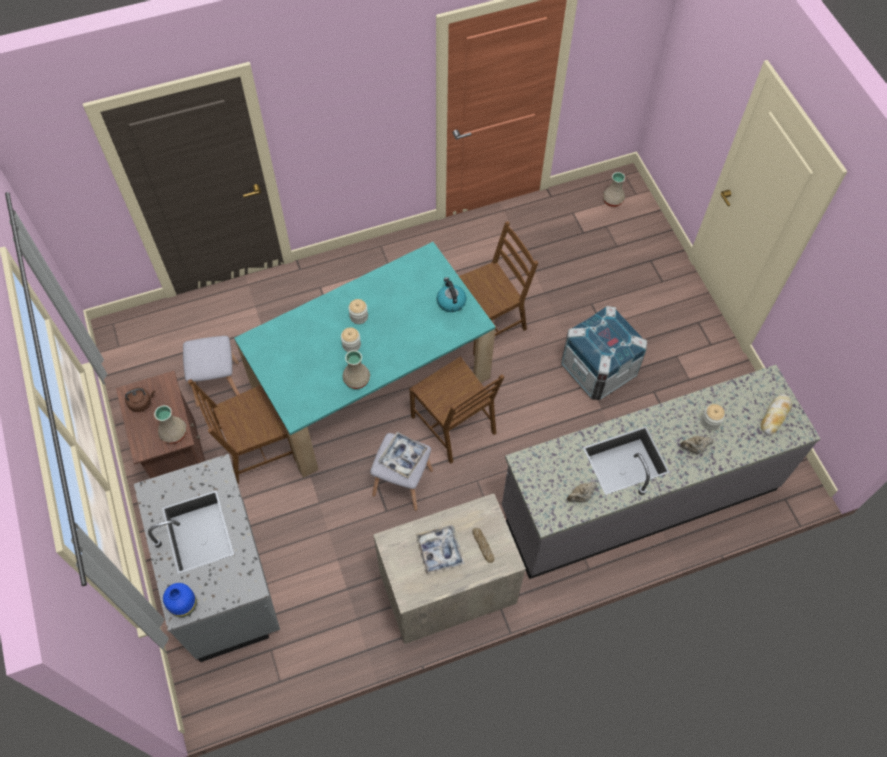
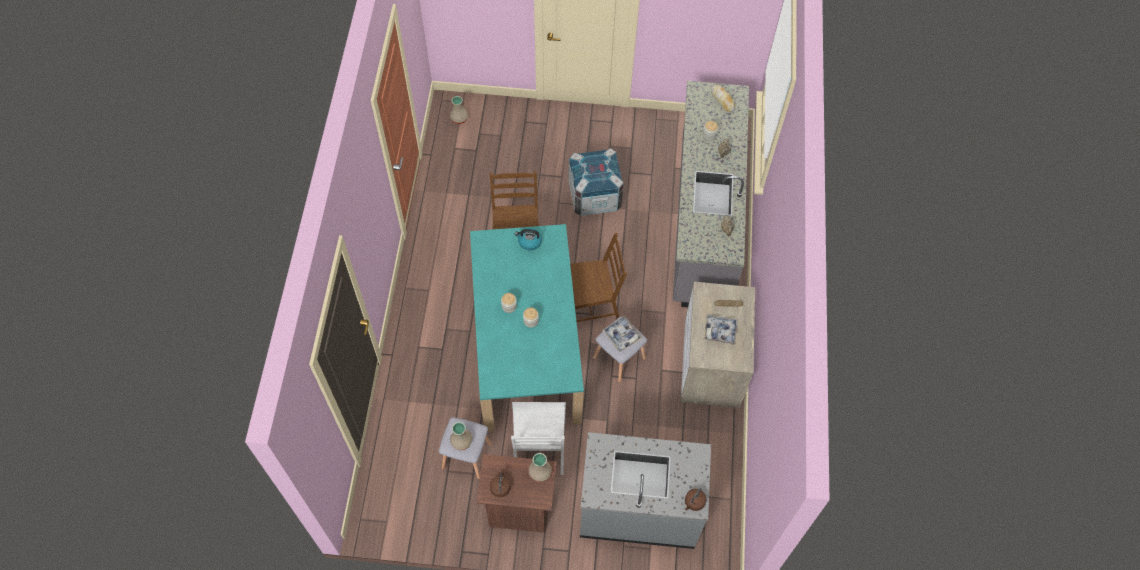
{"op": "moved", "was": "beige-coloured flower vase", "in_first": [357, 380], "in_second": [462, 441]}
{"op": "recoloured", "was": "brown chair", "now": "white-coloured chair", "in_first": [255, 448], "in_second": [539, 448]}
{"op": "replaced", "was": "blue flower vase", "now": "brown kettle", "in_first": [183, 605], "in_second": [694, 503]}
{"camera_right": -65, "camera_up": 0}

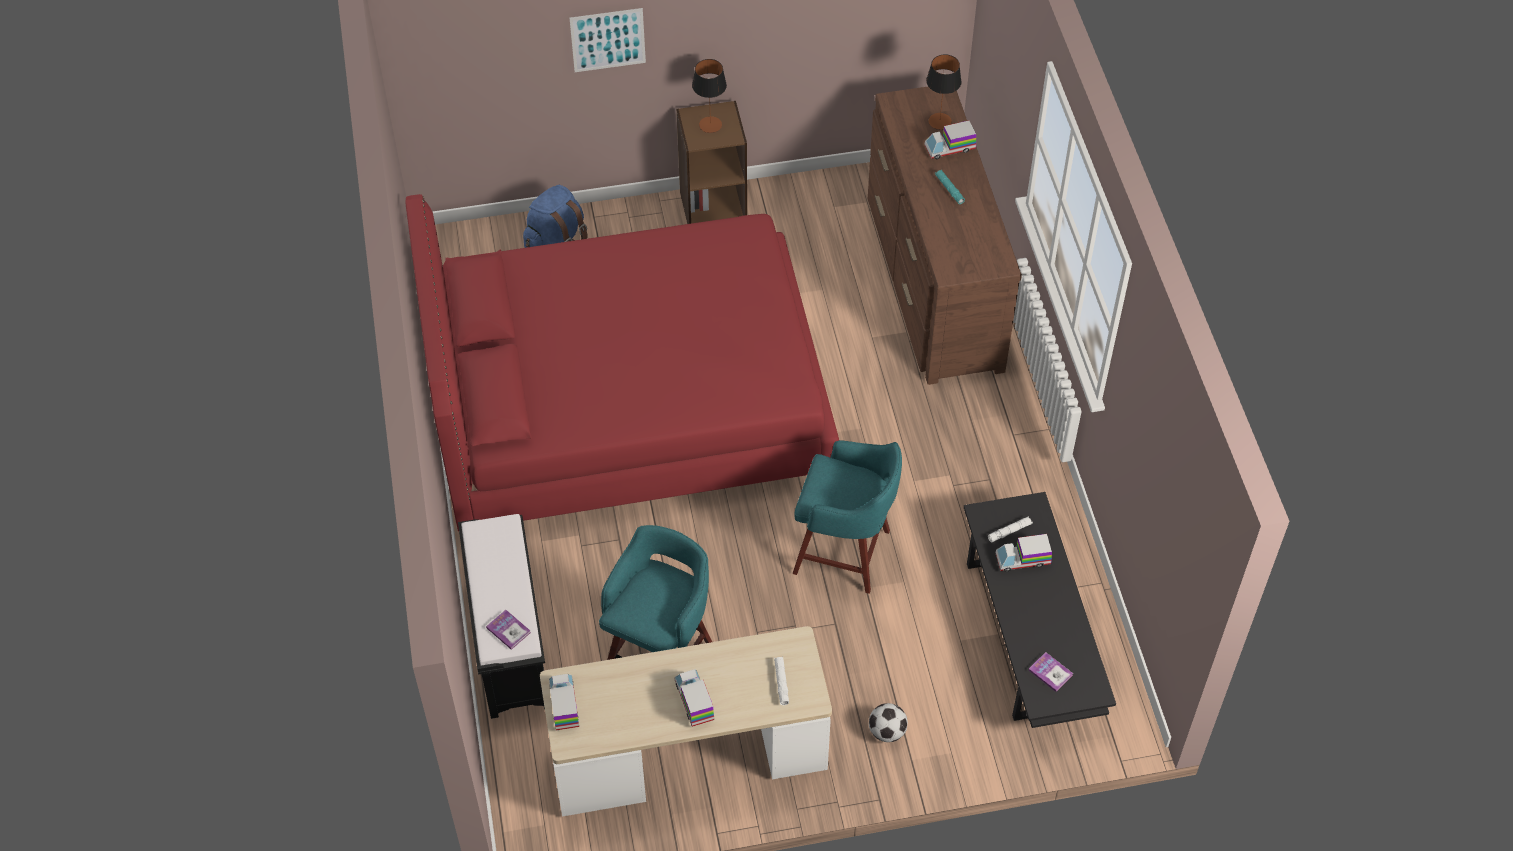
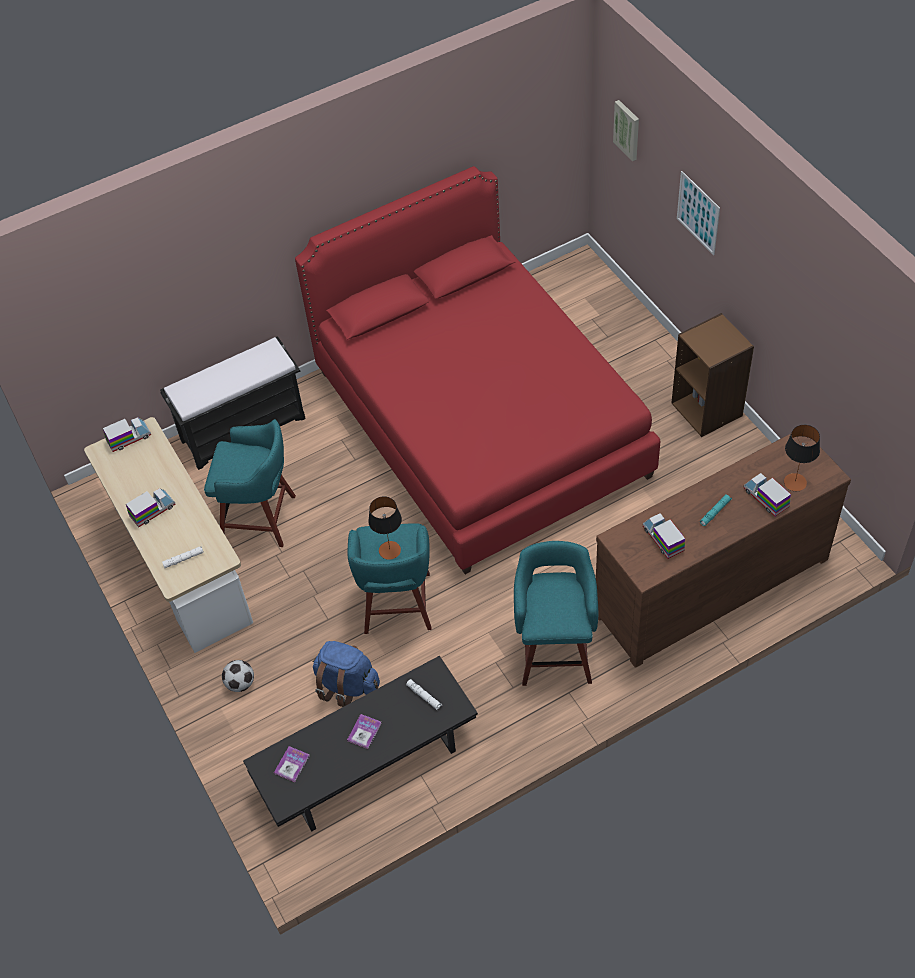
{"op": "moved", "was": "table lamp", "in_first": [710, 124], "in_second": [389, 550]}
{"op": "moved", "was": "blue knapsack", "in_first": [556, 241], "in_second": [346, 685]}
{"op": "moved", "was": "model truck", "in_first": [1022, 560], "in_second": [663, 539]}
{"op": "moved", "was": "bound book", "in_first": [508, 630], "in_second": [364, 732]}
{"op": "added", "now": "picture", "in_second": [627, 129]}
{"op": "added", "now": "blue-green stool", "in_second": [555, 651]}
{"camera_right": 75, "camera_up": 0}

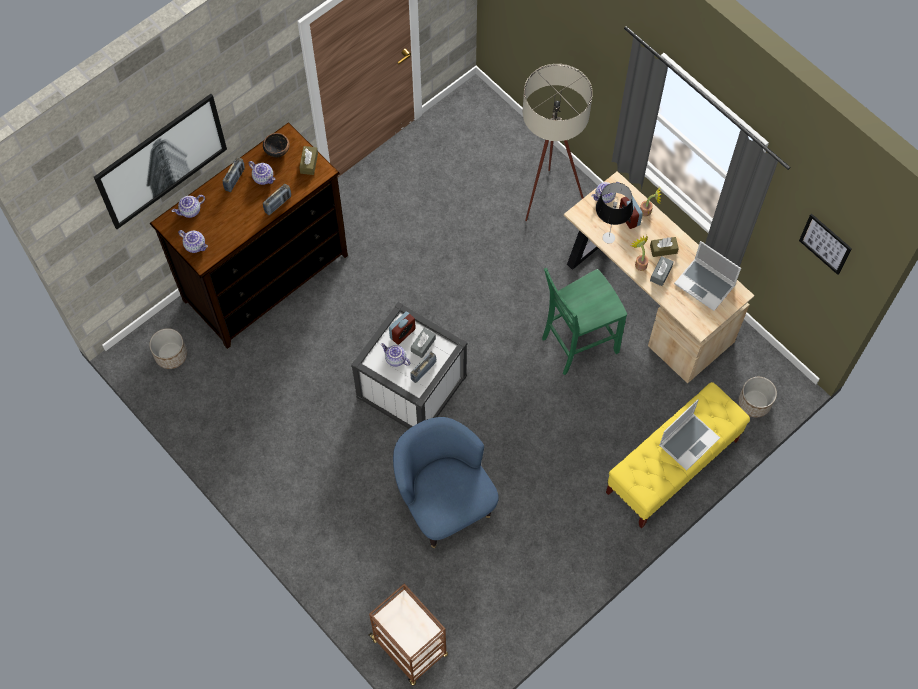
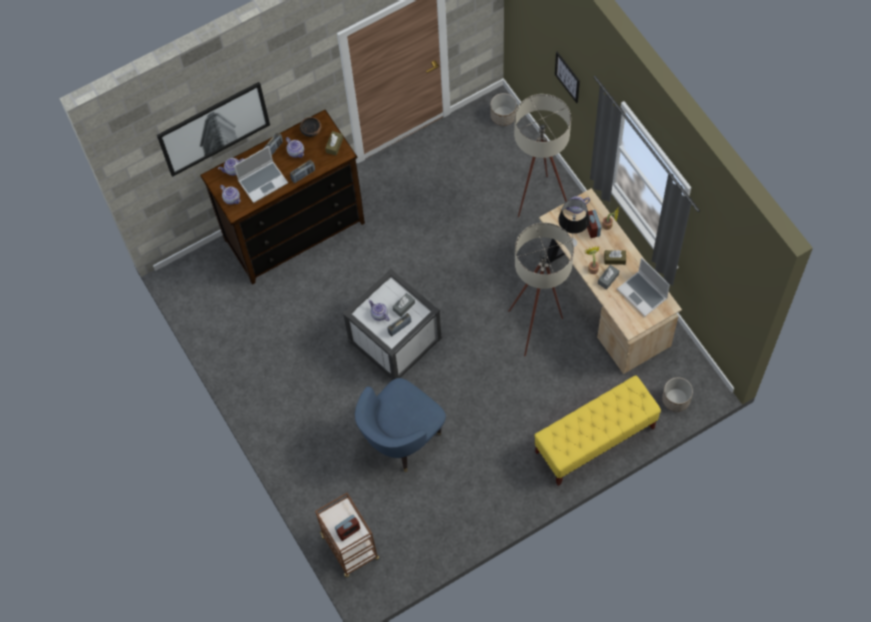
{"op": "moved", "was": "picture", "in_first": [825, 243], "in_second": [567, 77]}
{"op": "replaced", "was": "green chair", "now": "beige-coloured standing lamp", "in_first": [577, 344], "in_second": [538, 326]}
{"op": "moved", "was": "alarm clock", "in_first": [402, 333], "in_second": [348, 531]}
{"op": "moved", "was": "flower pot", "in_first": [170, 355], "in_second": [503, 116]}
{"op": "moved", "was": "laptop", "in_first": [688, 441], "in_second": [263, 181]}
{"op": "turned", "was": "blue lounge chair", "in_first": [444, 502], "in_second": [401, 438], "clockwise": -120}
{"camera_right": 15, "camera_up": 0}

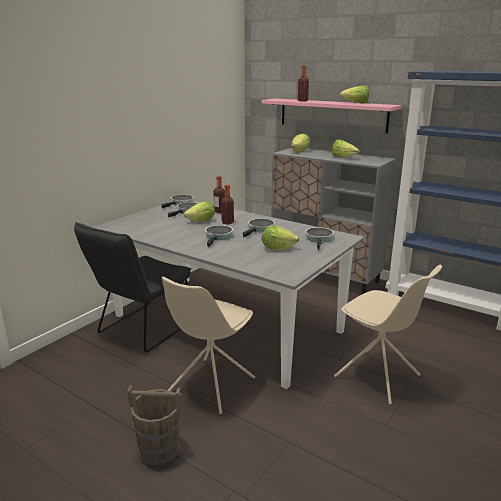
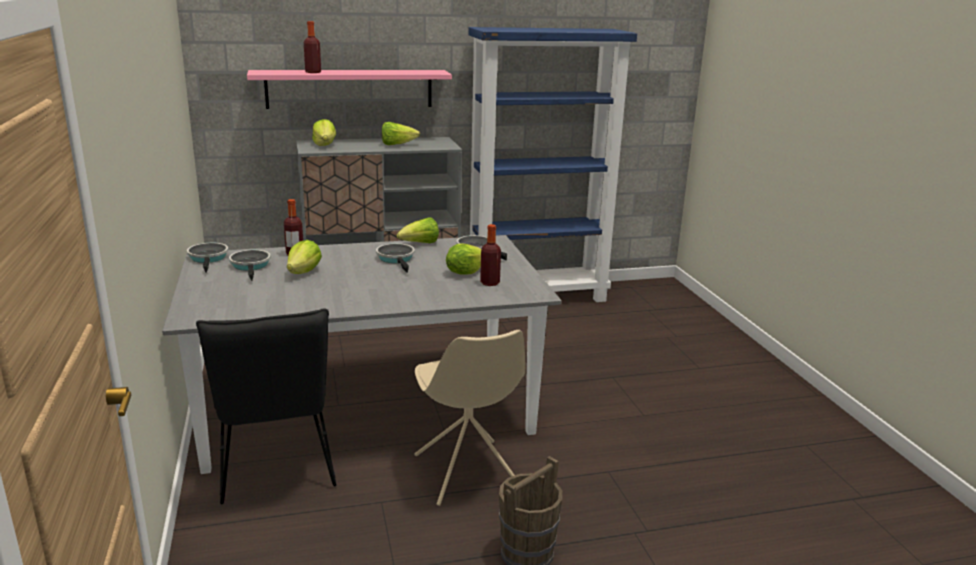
{"op": "moved", "was": "lettuce", "in_first": [356, 103], "in_second": [420, 244]}
{"op": "moved", "was": "beverage bottle", "in_first": [227, 222], "in_second": [490, 283]}
{"op": "removed", "was": "frying pan", "in_first": [218, 236]}
{"op": "removed", "was": "beige-coloured chair", "in_first": [378, 377]}
{"camera_right": -50, "camera_up": 0}

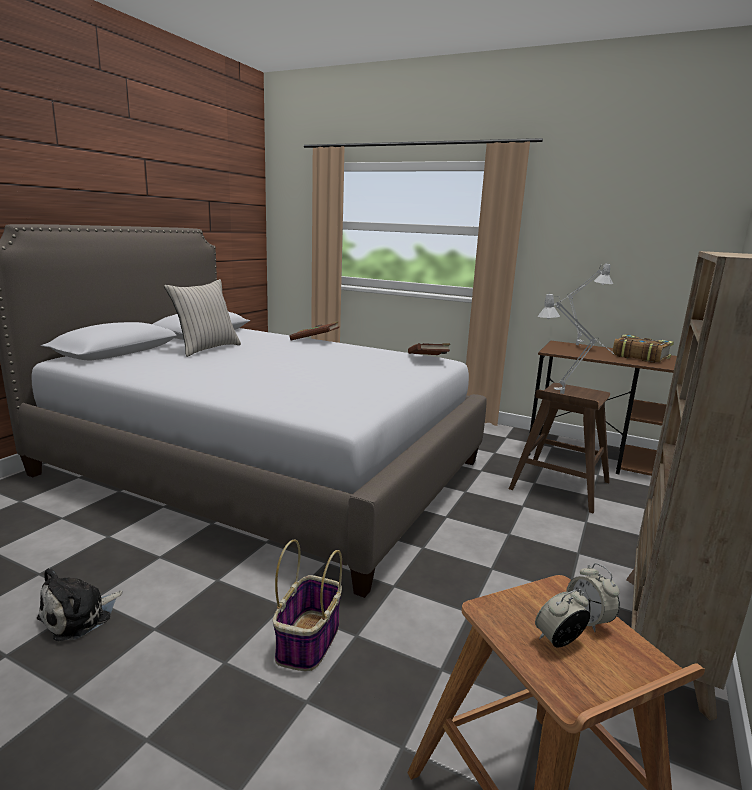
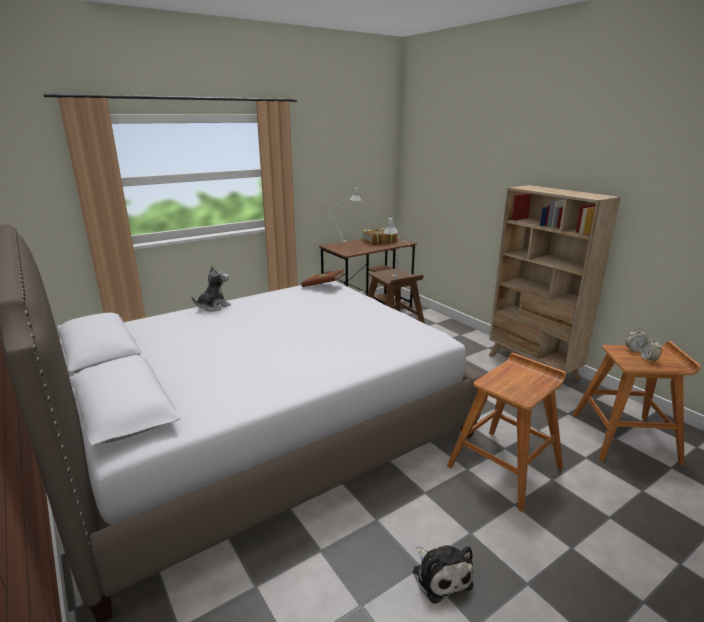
{"op": "removed", "was": "beige-coloured throw pillow", "in_first": [206, 349]}
{"op": "replaced", "was": "brown bound book", "now": "cuddly toy", "in_first": [314, 340], "in_second": [213, 306]}
{"op": "replaced", "was": "basket", "now": "brown stool", "in_first": [308, 642], "in_second": [505, 467]}
{"camera_right": -60, "camera_up": 5}

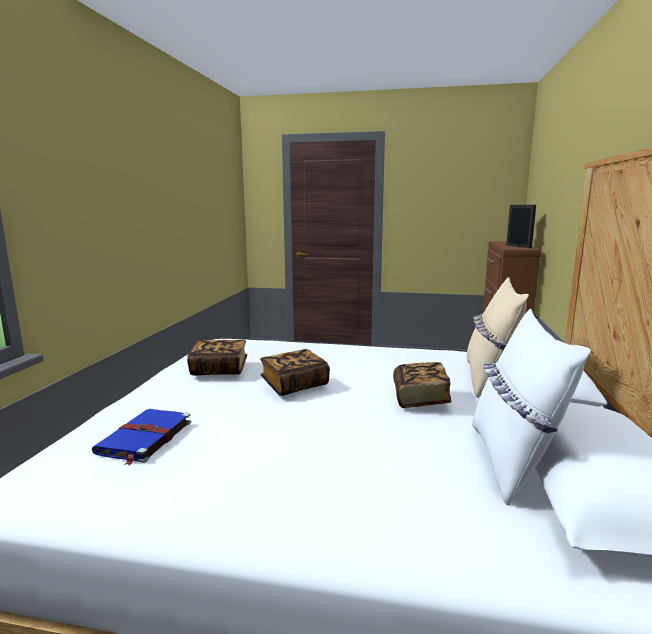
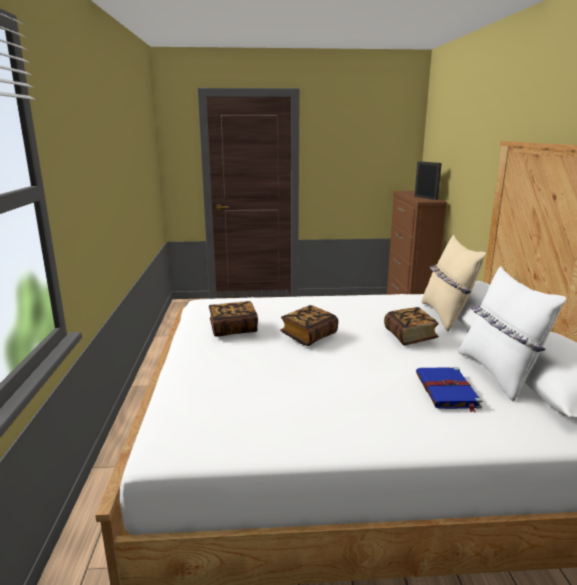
{"op": "moved", "was": "blue bound book", "in_first": [144, 438], "in_second": [447, 391]}
{"camera_right": -15, "camera_up": 5}

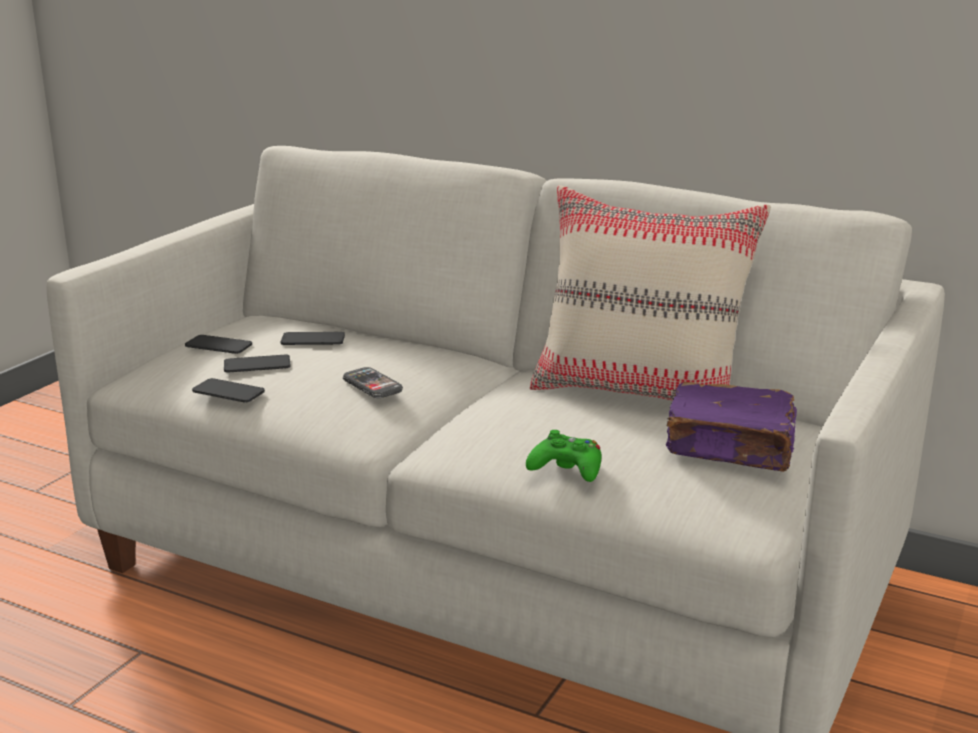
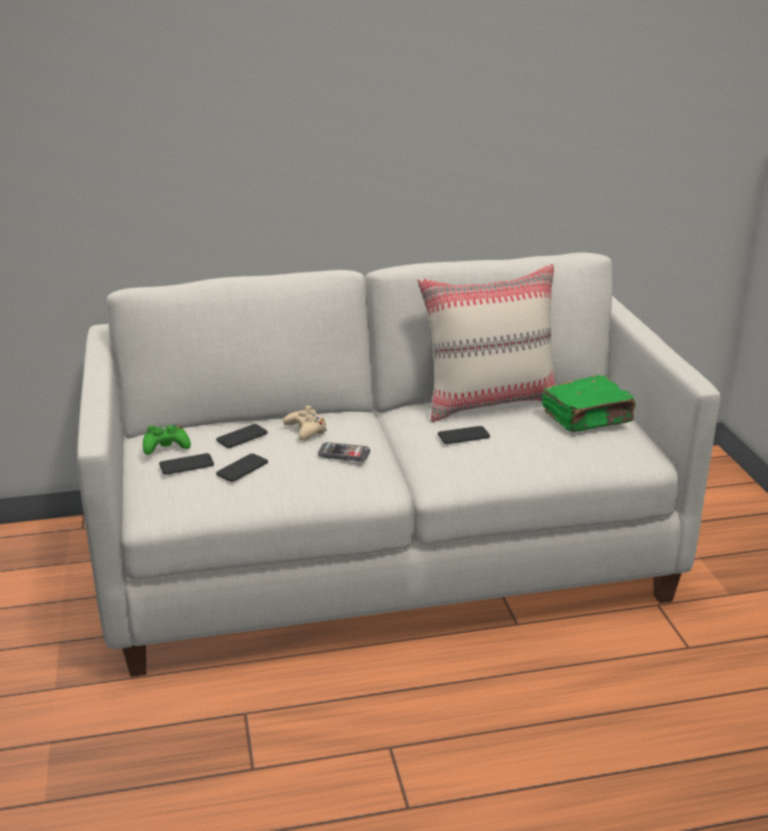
{"op": "moved", "was": "handset", "in_first": [228, 391], "in_second": [463, 436]}
{"op": "recoloured", "was": "purple bound book", "now": "green bound book", "in_first": [731, 449], "in_second": [588, 418]}
{"op": "moved", "was": "green gamepad", "in_first": [567, 468], "in_second": [166, 446]}
{"op": "added", "now": "beige-coloured gamepad", "in_second": [306, 430]}
{"camera_right": -40, "camera_up": 5}

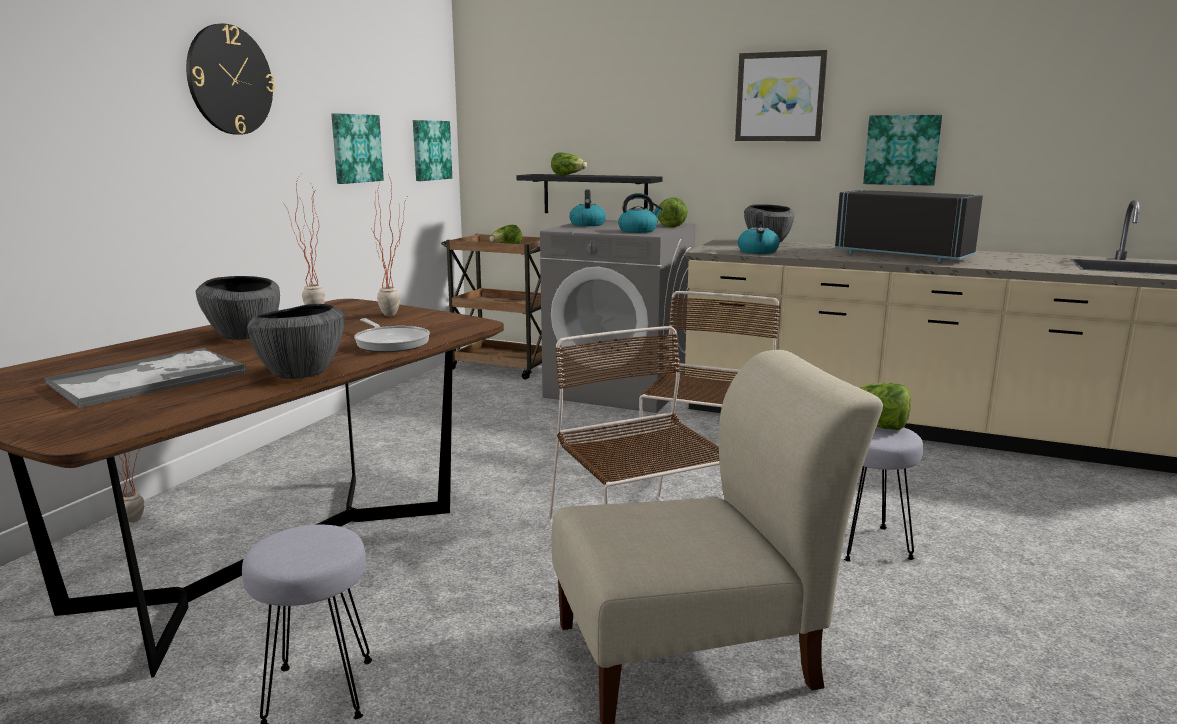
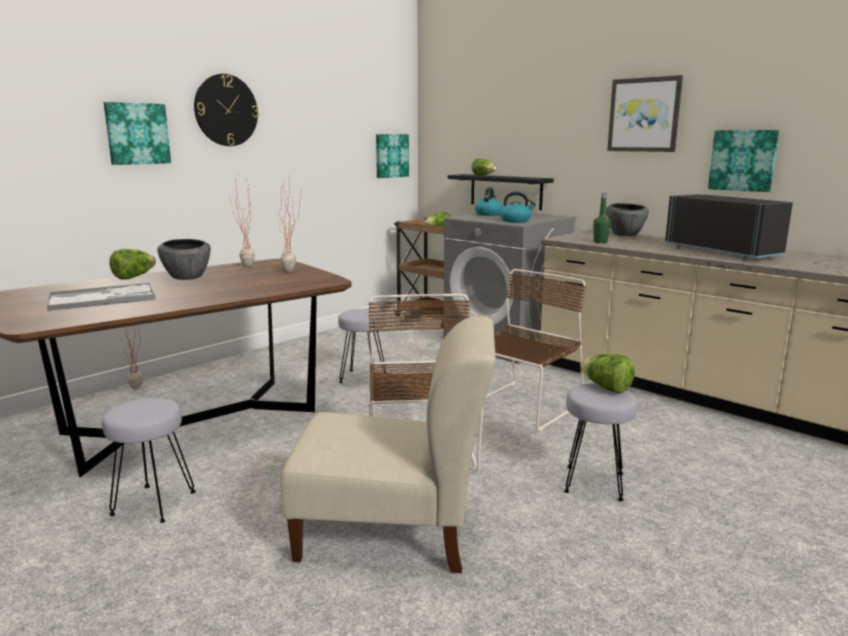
{"op": "moved", "was": "picture", "in_first": [355, 148], "in_second": [137, 133]}
{"op": "moved", "was": "lettuce", "in_first": [672, 226], "in_second": [134, 277]}
{"op": "replaced", "was": "kettle", "now": "green beverage bottle", "in_first": [758, 252], "in_second": [600, 242]}
{"op": "removed", "was": "deep dish", "in_first": [301, 373]}
{"op": "removed", "was": "frying pan", "in_first": [391, 343]}
{"op": "added", "now": "greyish stool", "in_second": [363, 378]}
{"camera_right": 20, "camera_up": 0}

